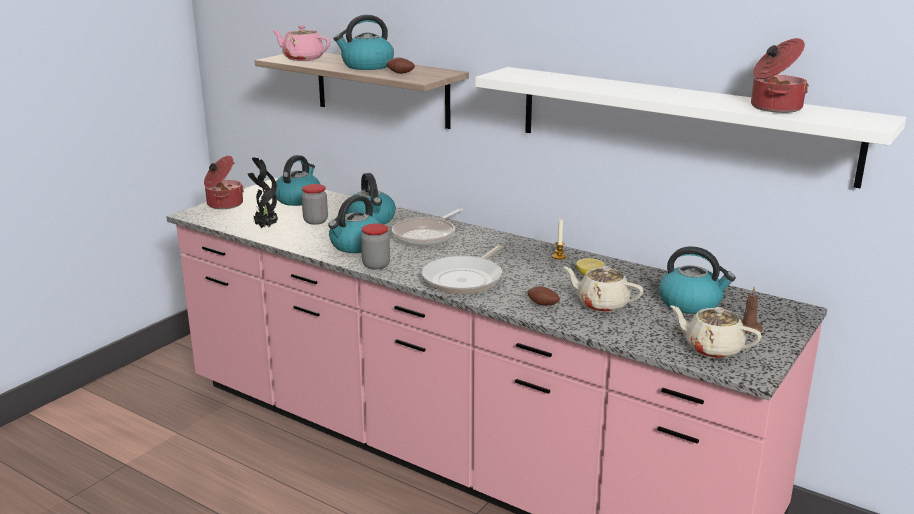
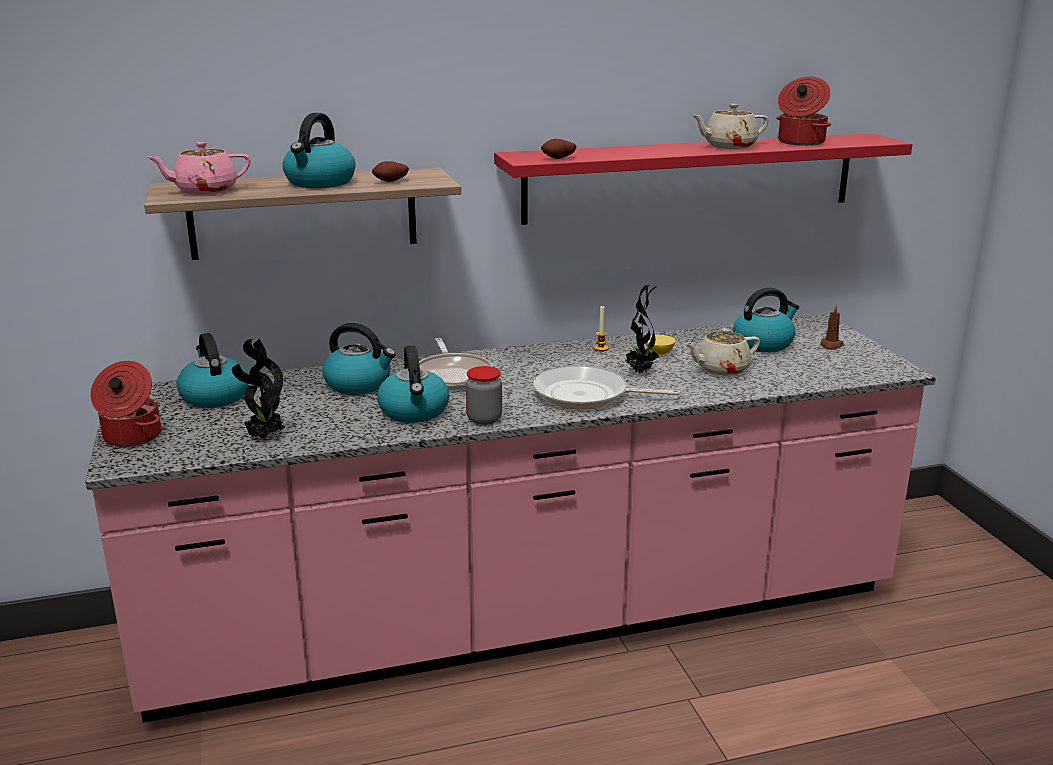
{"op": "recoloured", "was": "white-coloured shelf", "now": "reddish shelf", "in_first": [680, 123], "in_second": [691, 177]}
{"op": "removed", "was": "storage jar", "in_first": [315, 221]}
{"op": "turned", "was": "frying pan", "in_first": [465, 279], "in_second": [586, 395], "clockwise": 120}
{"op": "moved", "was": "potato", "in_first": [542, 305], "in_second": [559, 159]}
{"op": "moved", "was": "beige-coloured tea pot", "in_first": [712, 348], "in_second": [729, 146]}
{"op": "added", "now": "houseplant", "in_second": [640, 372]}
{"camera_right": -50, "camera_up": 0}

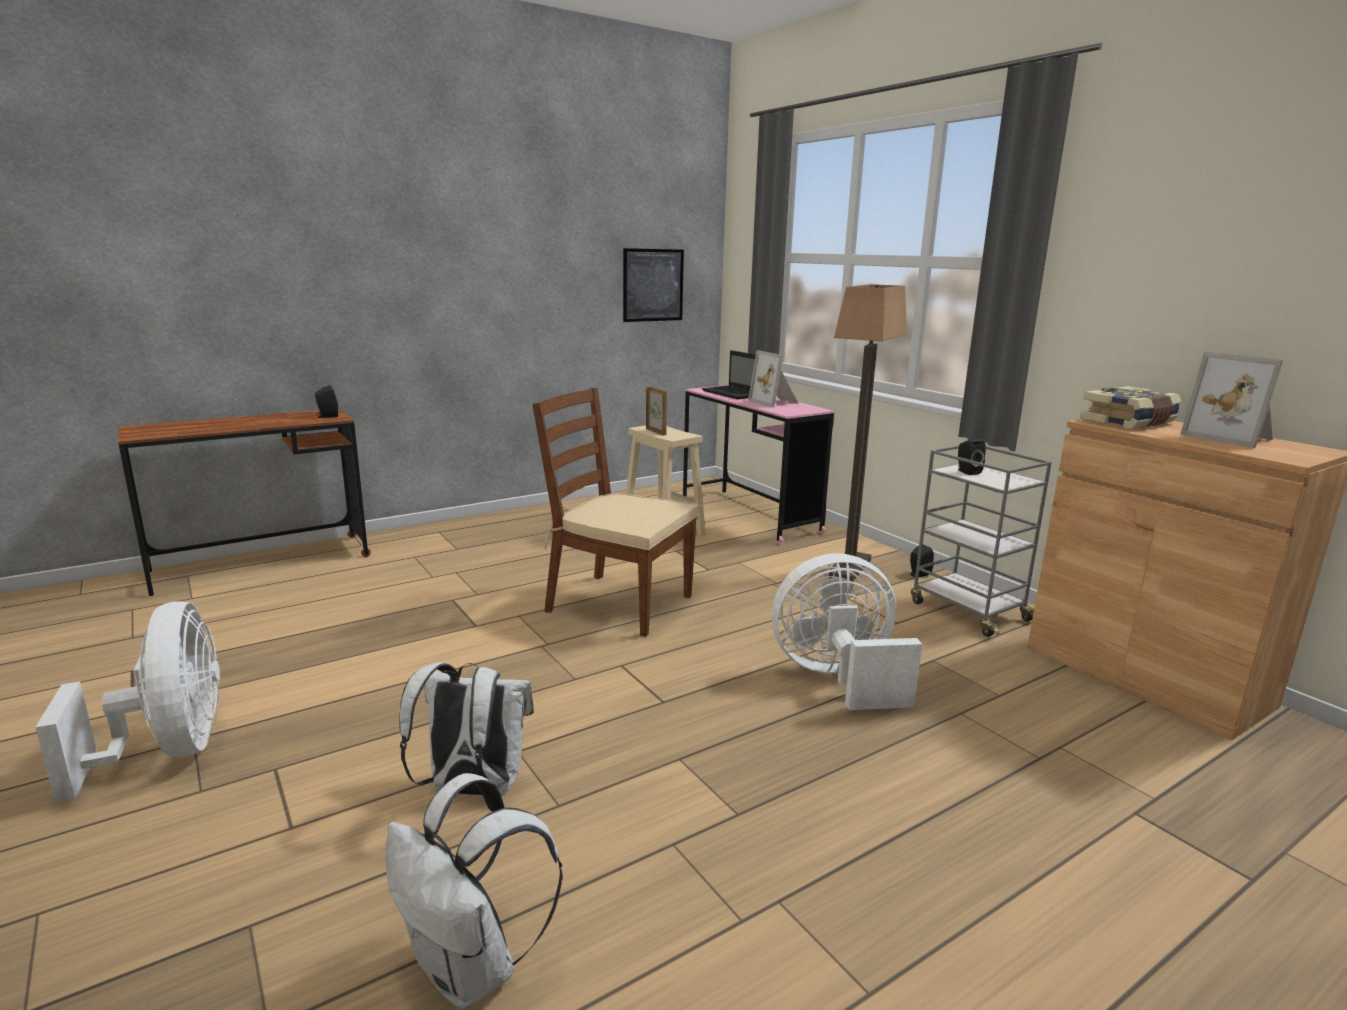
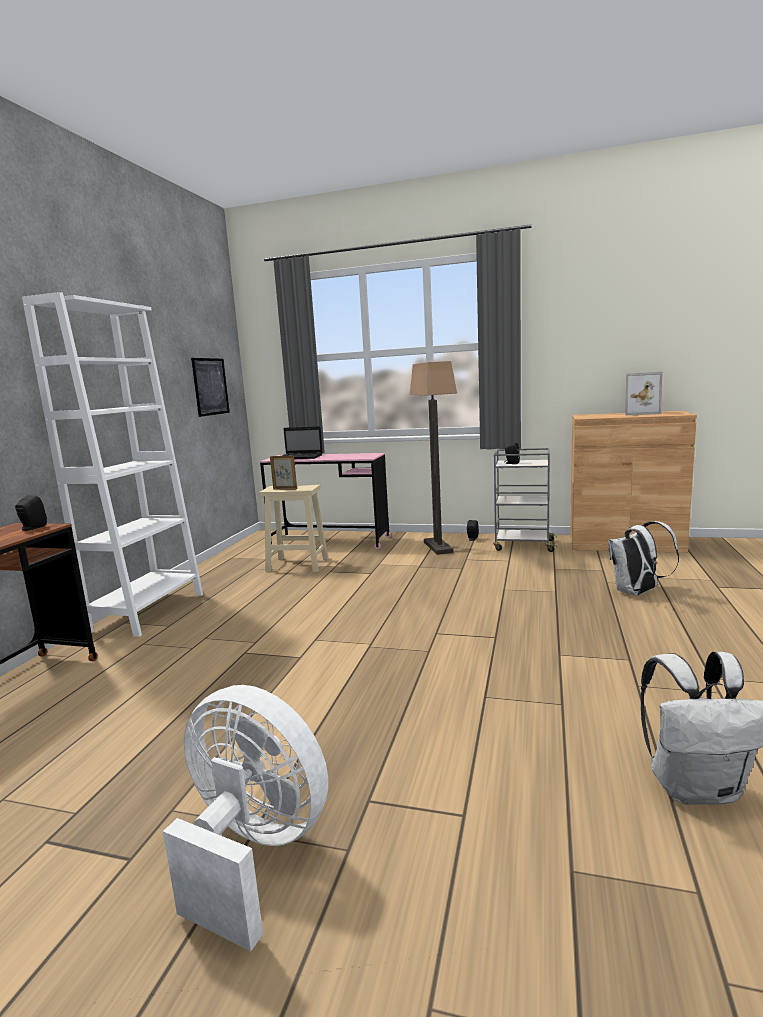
{"op": "removed", "was": "photo frame", "in_first": [775, 402]}
{"op": "removed", "was": "bound book", "in_first": [1129, 422]}
{"op": "removed", "was": "brown chair", "in_first": [618, 603]}
{"op": "removed", "was": "white-coloured fan", "in_first": [838, 678]}
{"op": "moved", "was": "white-coloured knapsack", "in_first": [472, 789], "in_second": [637, 592]}
{"op": "added", "now": "white-coloured shelving unit", "in_second": [148, 612]}
{"camera_right": -40, "camera_up": -5}

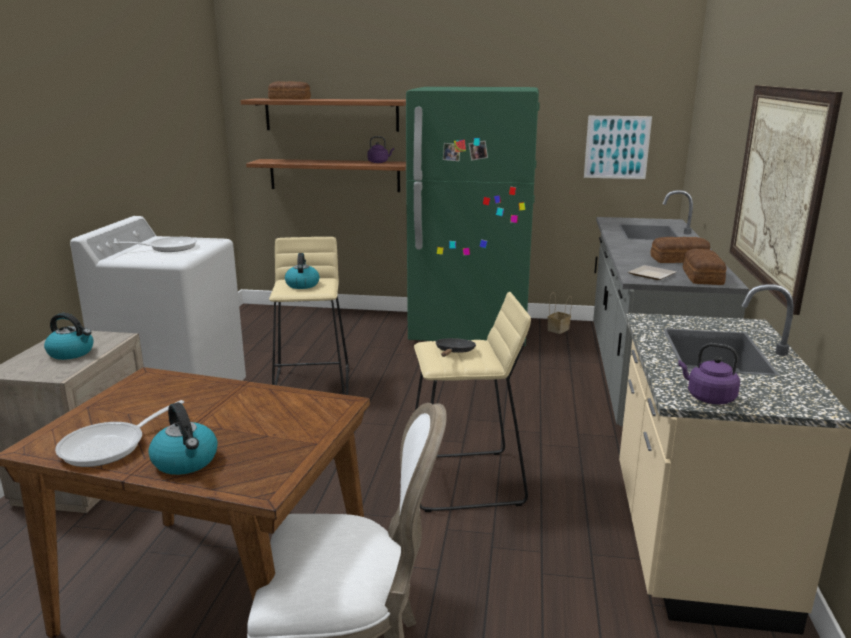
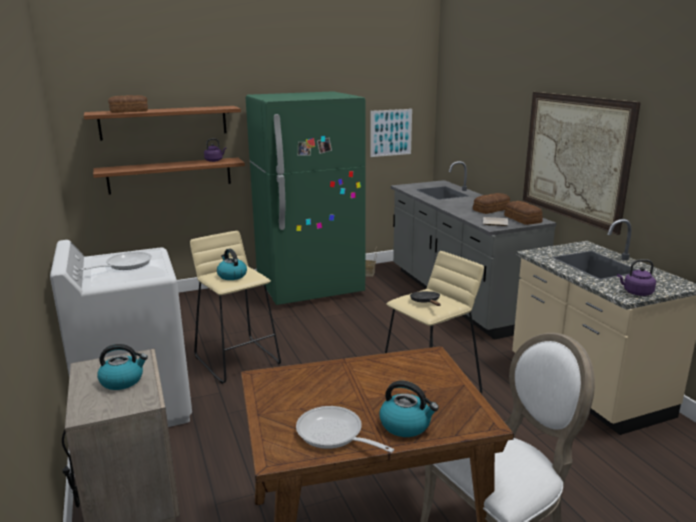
{"op": "turned", "was": "frying pan", "in_first": [110, 446], "in_second": [334, 435], "clockwise": 120}
{"camera_right": -30, "camera_up": 0}

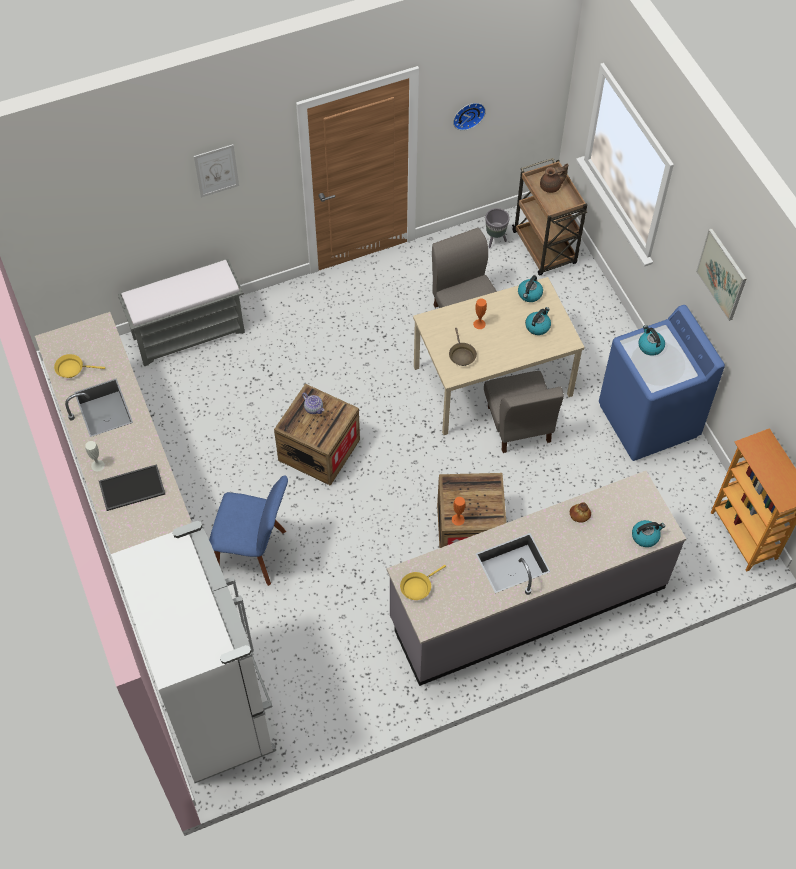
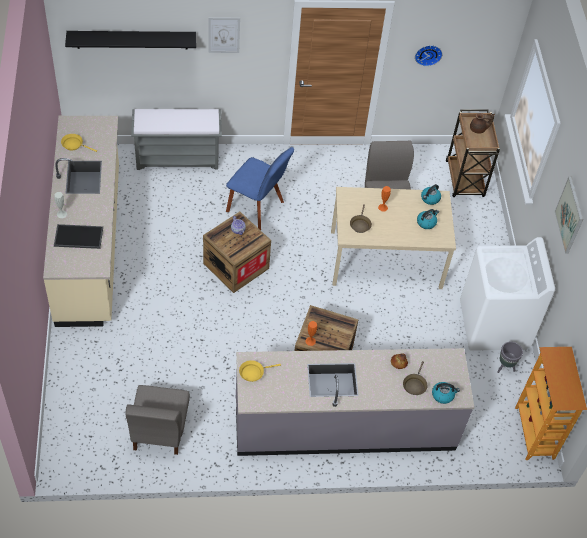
{"op": "moved", "was": "greyish flower pot", "in_first": [495, 240], "in_second": [505, 367]}
{"op": "recoloured", "was": "blue washing machine", "now": "white-coloured washing machine", "in_first": [648, 421], "in_second": [493, 325]}
{"op": "removed", "was": "kettle", "in_first": [650, 346]}
{"op": "moved", "was": "greyish chair", "in_first": [518, 424], "in_second": [159, 430]}
{"op": "moved", "was": "blue chair", "in_first": [254, 552], "in_second": [257, 208]}
{"op": "removed", "was": "white-coloured refrigerator", "in_first": [216, 707]}
{"op": "added", "now": "black shelf", "in_second": [132, 40]}
{"op": "added", "now": "brown frying pan", "in_second": [414, 384]}
{"camera_right": 15, "camera_up": -5}

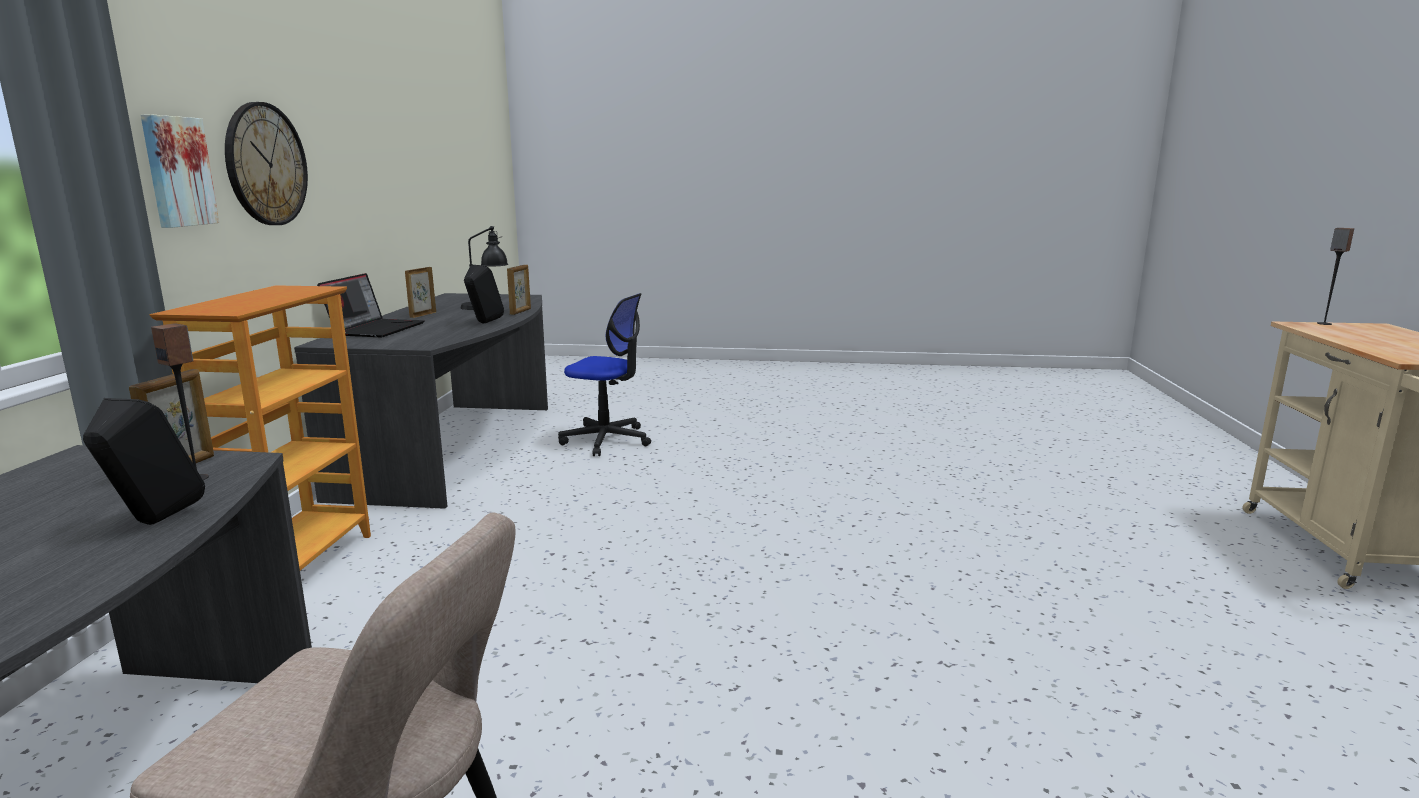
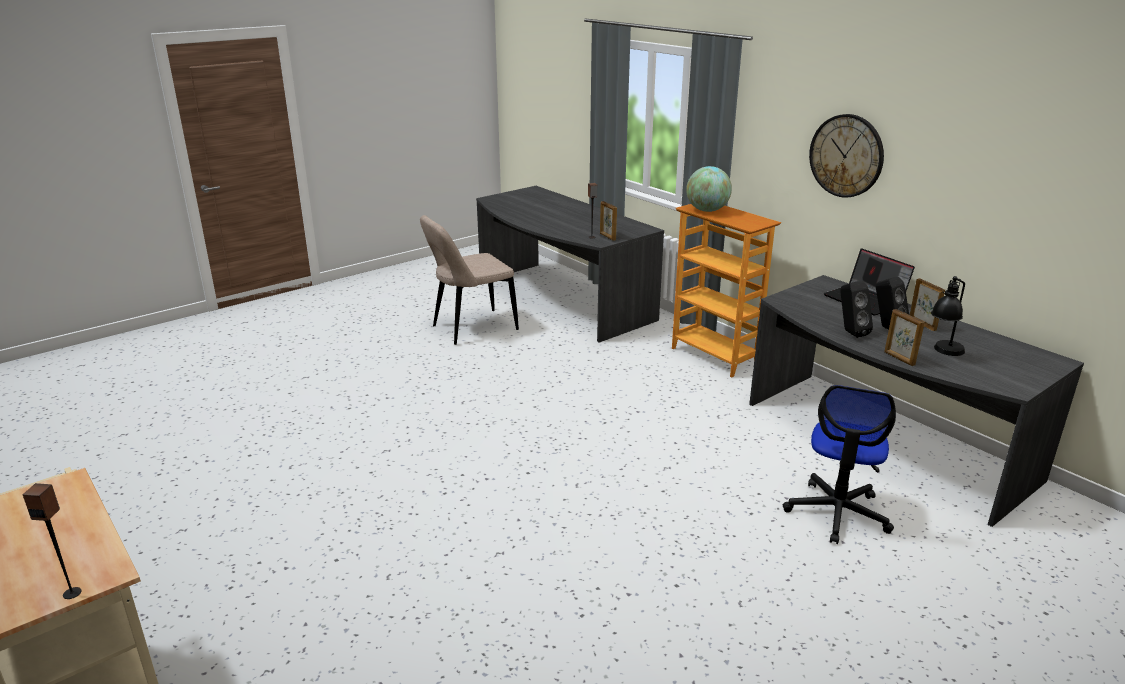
{"op": "removed", "was": "picture", "in_first": [177, 171]}
{"op": "turned", "was": "computer chair", "in_first": [607, 440], "in_second": [837, 513], "clockwise": -45}
{"op": "moved", "was": "black audio speaker", "in_first": [153, 523], "in_second": [886, 328]}
{"op": "added", "now": "desk globe", "in_second": [707, 210]}
{"camera_right": 135, "camera_up": 10}

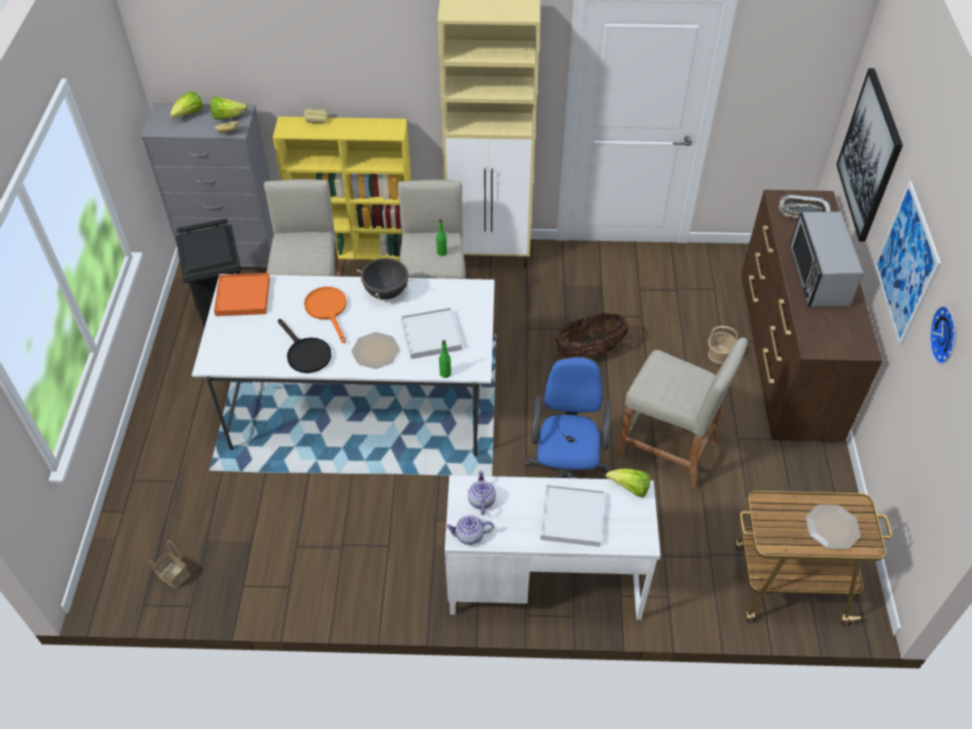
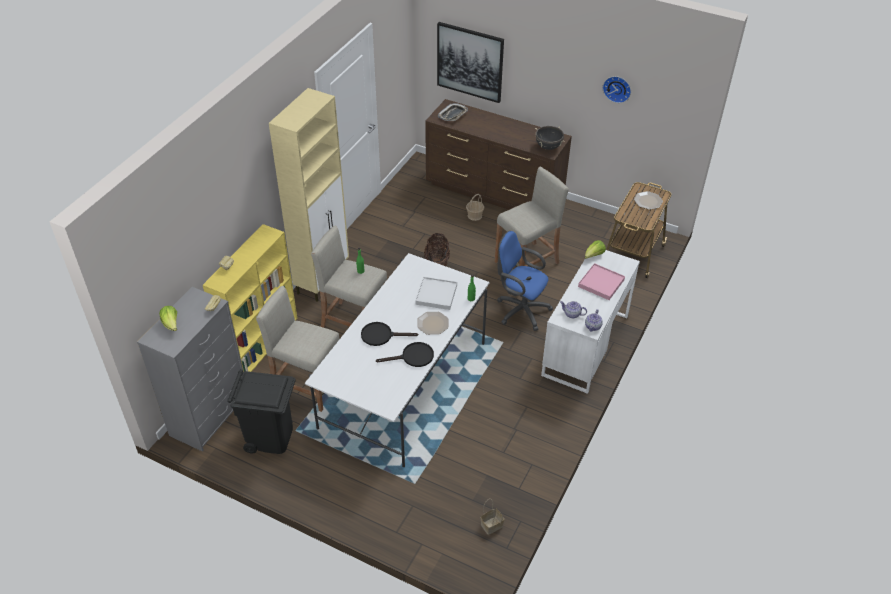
{"op": "removed", "was": "lettuce", "in_first": [227, 116]}
{"op": "removed", "was": "picture", "in_first": [906, 264]}
{"op": "removed", "was": "kitchen microwave", "in_first": [818, 276]}
{"op": "moved", "was": "black stockpot", "in_first": [386, 292], "in_second": [548, 147]}
{"op": "removed", "was": "orange tray", "in_first": [243, 296]}
{"op": "recoloured", "was": "orange frying pan", "now": "black frying pan", "in_first": [328, 310], "in_second": [381, 335]}
{"op": "recoloured", "was": "white-coloured tray", "now": "pinkish tray", "in_first": [572, 517], "in_second": [601, 283]}
{"camera_right": -65, "camera_up": -5}

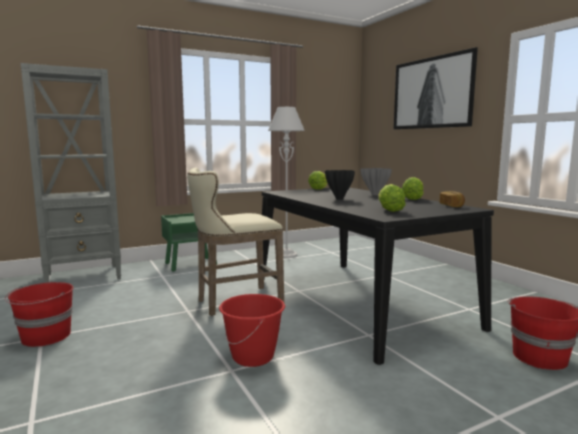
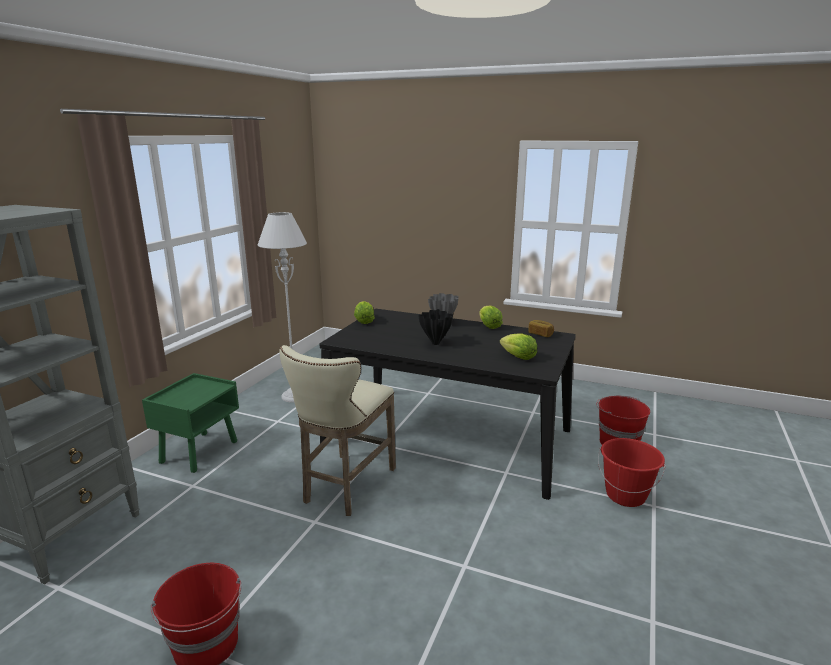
{"op": "removed", "was": "picture", "in_first": [432, 93]}
{"op": "moved", "was": "reddish water bucket", "in_first": [253, 357], "in_second": [625, 496]}
{"camera_right": -40, "camera_up": 10}

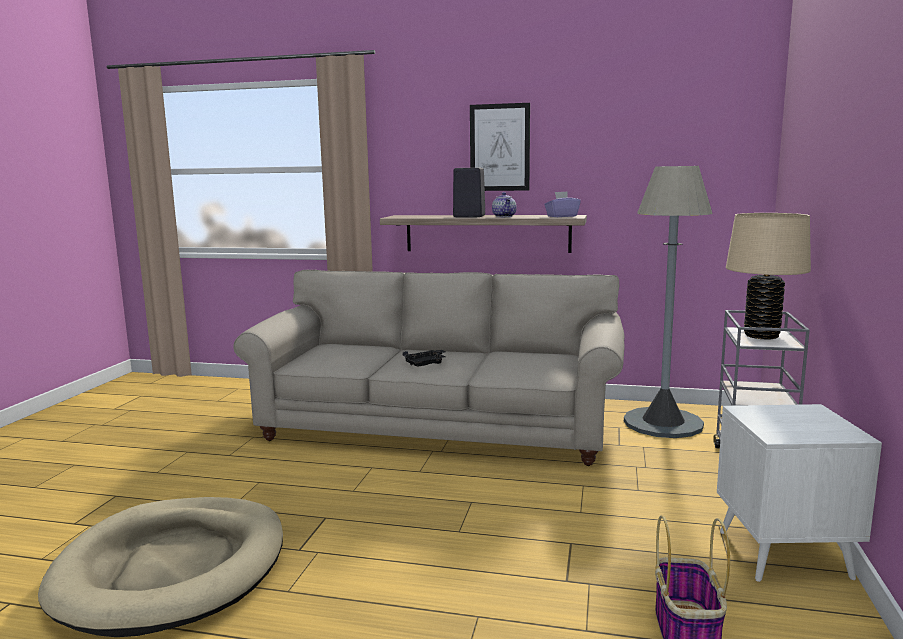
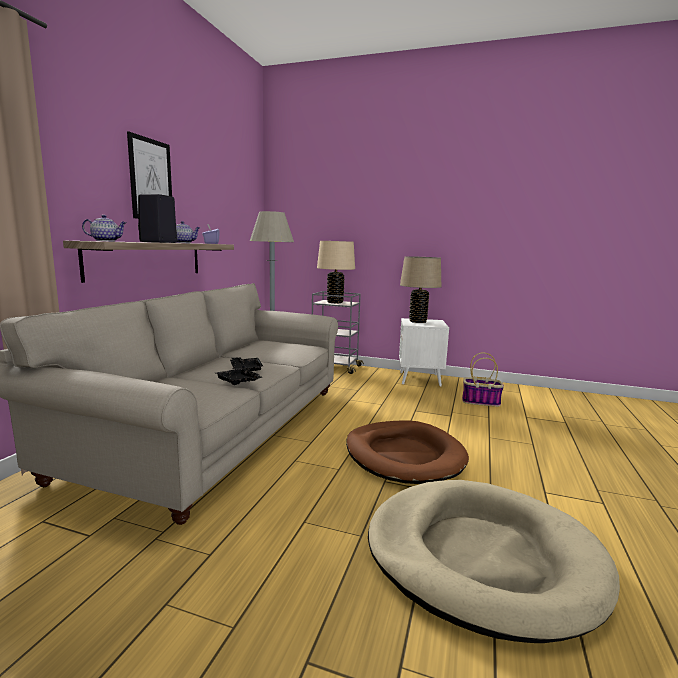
{"op": "added", "now": "tea pot", "in_second": [106, 241]}
{"op": "added", "now": "beige-coloured table lamp", "in_second": [417, 321]}
{"op": "added", "now": "black tray", "in_second": [238, 382]}
{"op": "added", "now": "brown dog cushion", "in_second": [404, 455]}
{"camera_right": -85, "camera_up": 0}

